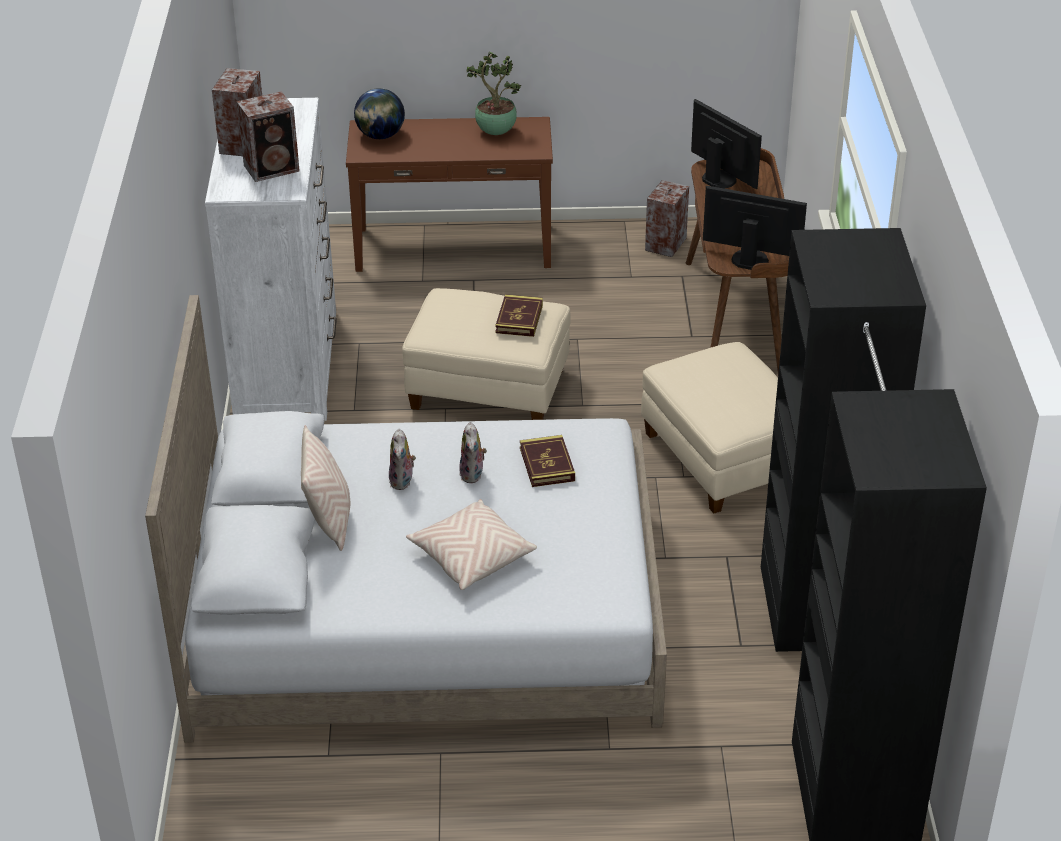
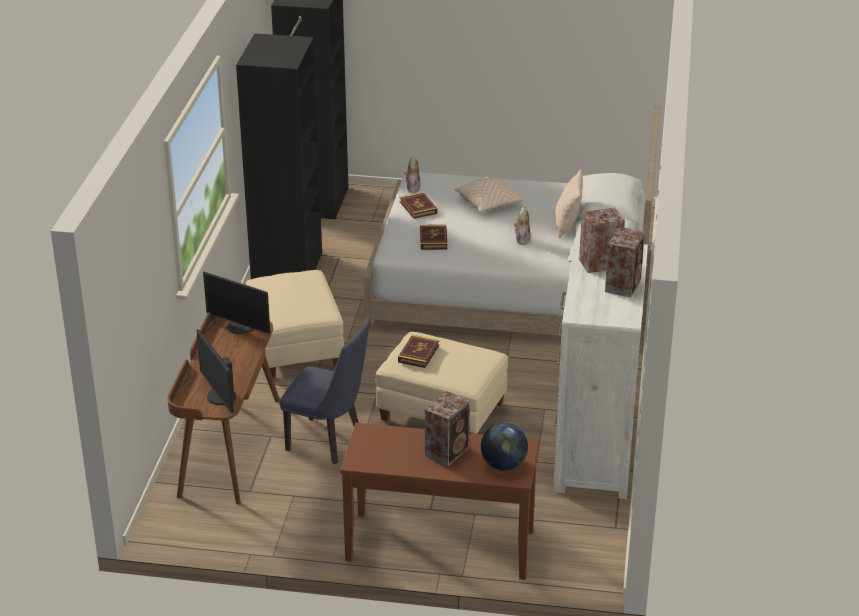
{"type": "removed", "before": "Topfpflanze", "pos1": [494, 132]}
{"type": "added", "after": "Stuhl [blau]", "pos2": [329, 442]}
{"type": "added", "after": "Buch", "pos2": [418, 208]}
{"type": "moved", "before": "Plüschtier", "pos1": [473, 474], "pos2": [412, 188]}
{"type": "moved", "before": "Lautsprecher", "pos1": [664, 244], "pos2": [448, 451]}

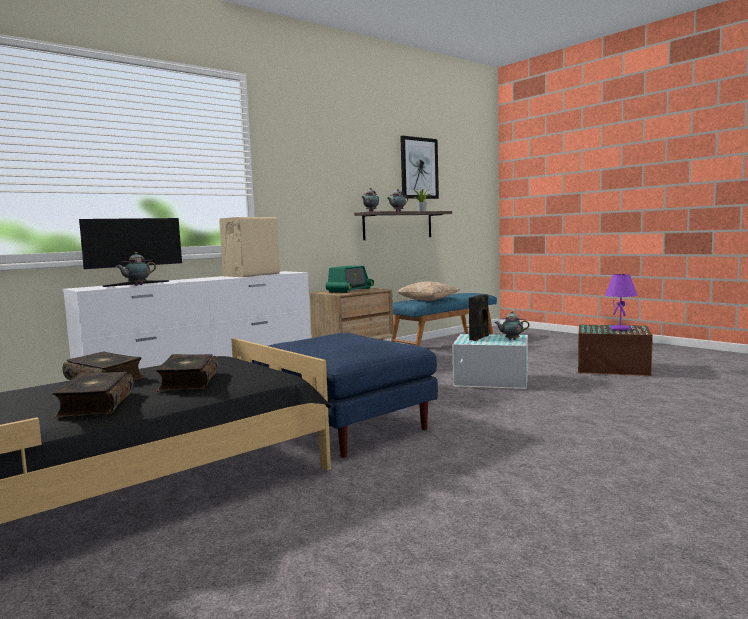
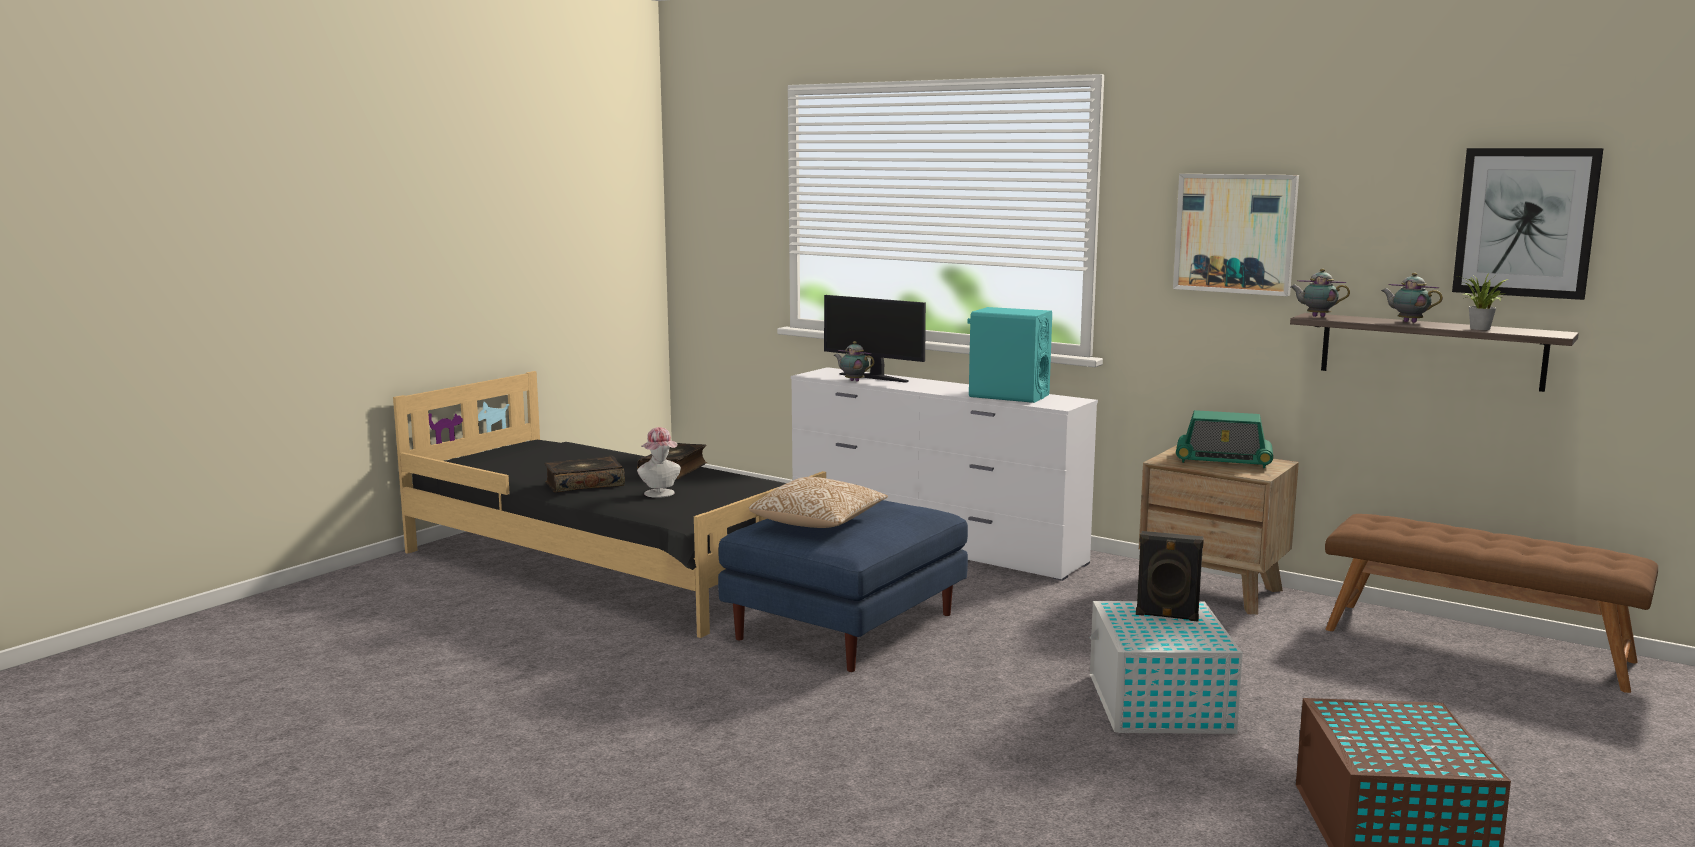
{"type": "removed", "before": "Teekanne", "pos1": [511, 339]}
{"type": "removed", "before": "Tischlampe [lila]", "pos1": [620, 329]}
{"type": "added", "after": "Bild", "pos2": [1235, 233]}
{"type": "moved", "before": "Kissen", "pos1": [428, 300], "pos2": [818, 523]}
{"type": "replaced", "before": "Buch", "after": "Hut", "pos1": [187, 382], "pos2": [660, 494]}
{"type": "recoloured", "before": "Lautsprecher [beige]", "after": "Lautsprecher [türkis]", "pos1": [251, 275], "pos2": [1008, 396]}
{"type": "recoloured", "before": "Bank [blau]", "after": "Bank [braun]", "pos1": [443, 342], "pos2": [1476, 644]}

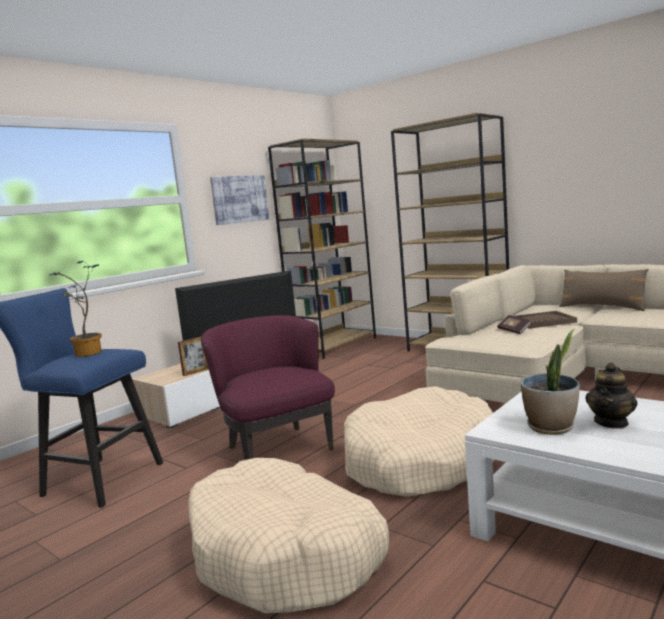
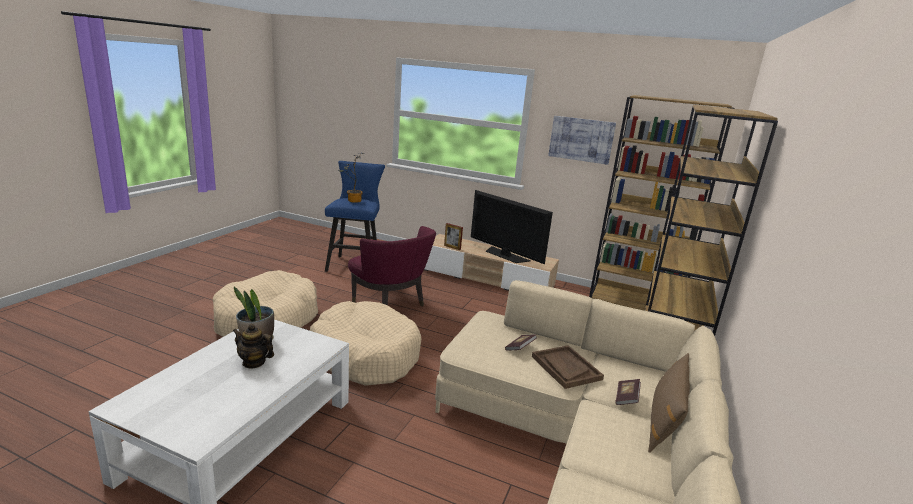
{"type": "added", "after": "Buch", "pos2": [626, 398]}
{"type": "turned", "before": "Sessel [lila]", "pos1": [276, 448], "pos2": [391, 304], "turn": 90}

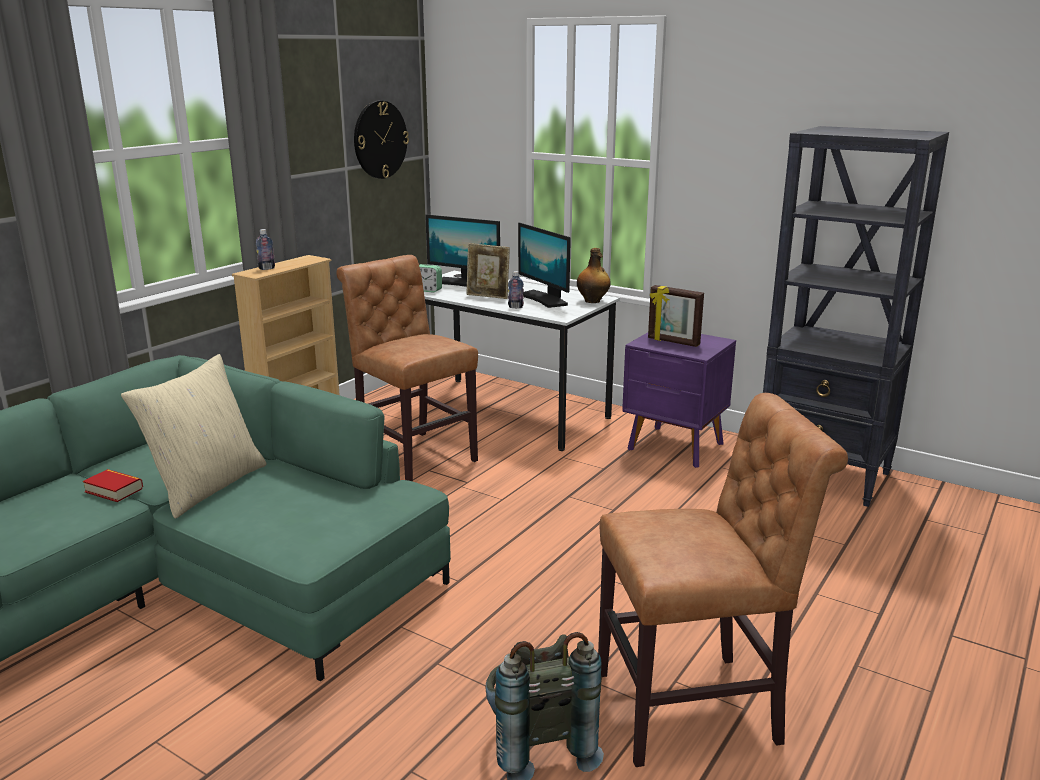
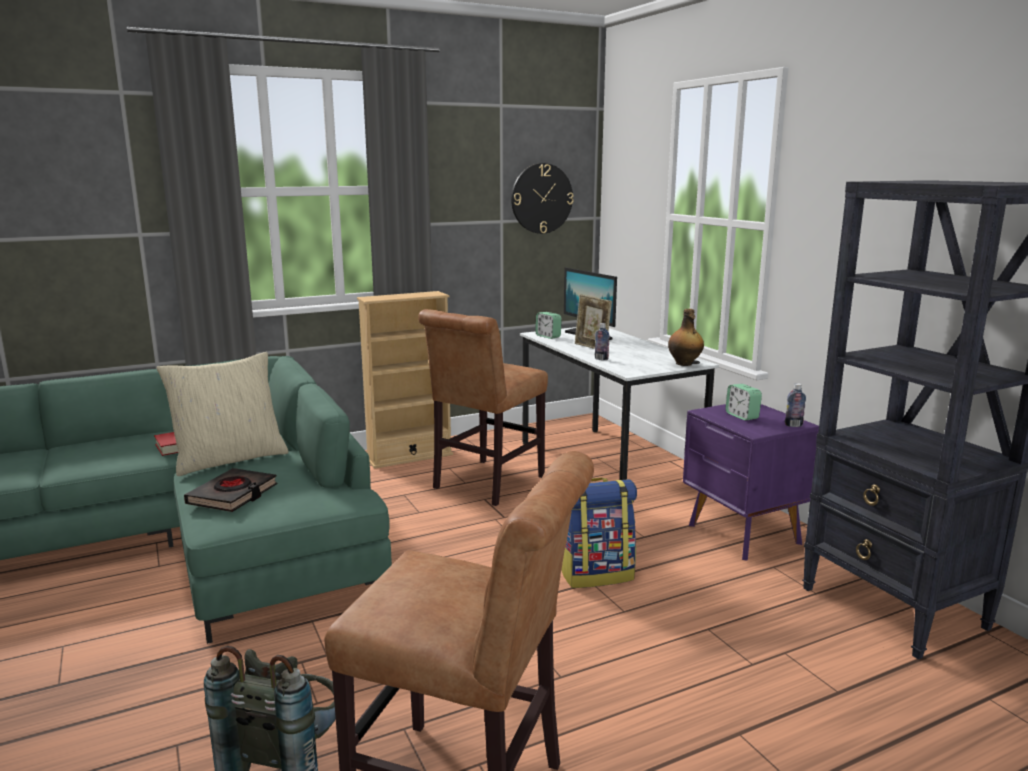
{"type": "removed", "before": "Monitor", "pos1": [544, 299]}
{"type": "added", "after": "Buch [schwarz]", "pos2": [233, 495]}
{"type": "added", "after": "Rucksack", "pos2": [597, 574]}
{"type": "moved", "before": "Flasche", "pos1": [266, 268], "pos2": [793, 425]}
{"type": "replaced", "before": "Bilderrahmen", "after": "Wecker", "pos1": [673, 342], "pos2": [742, 416]}
{"type": "turned", "before": "Stuhl [braun]", "pos1": [413, 456], "pos2": [485, 484], "turn": -135}

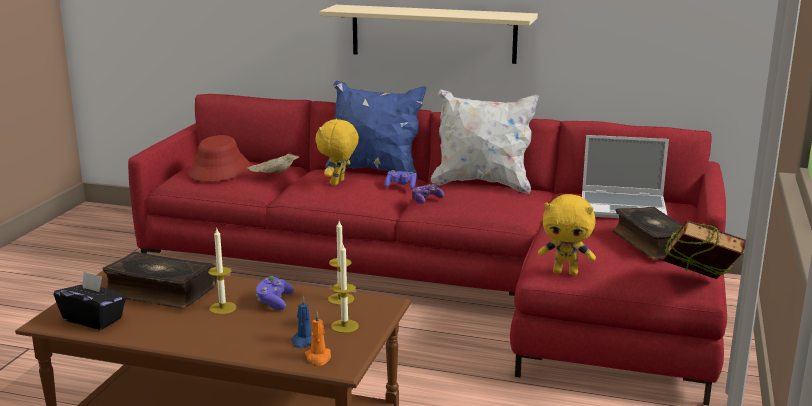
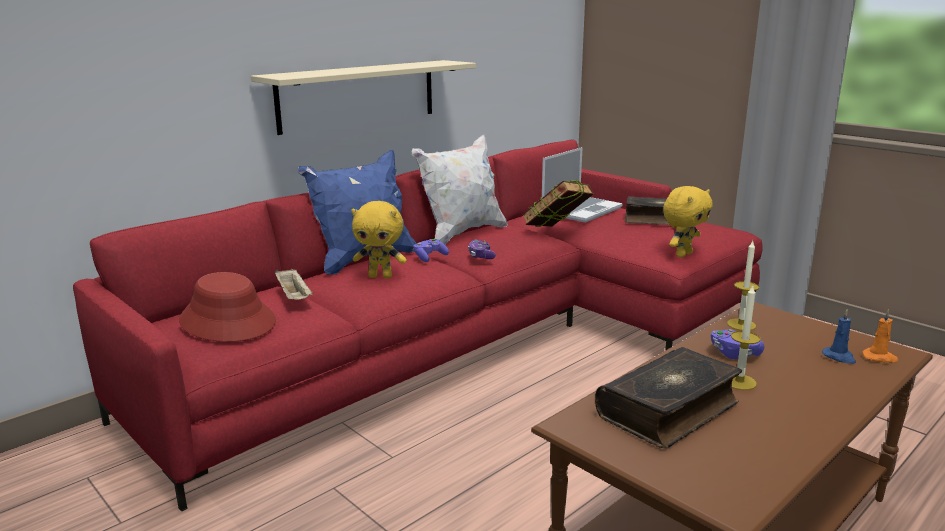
{"type": "removed", "before": "Taschentuchbox [schwarz]", "pos1": [93, 319]}
{"type": "removed", "before": "Kerze", "pos1": [344, 326]}
{"type": "moved", "before": "Buch", "pos1": [698, 286], "pos2": [556, 233]}
{"type": "turned", "before": "Plüschtier [gelb]", "pos1": [338, 183], "pos2": [381, 276], "turn": -45}

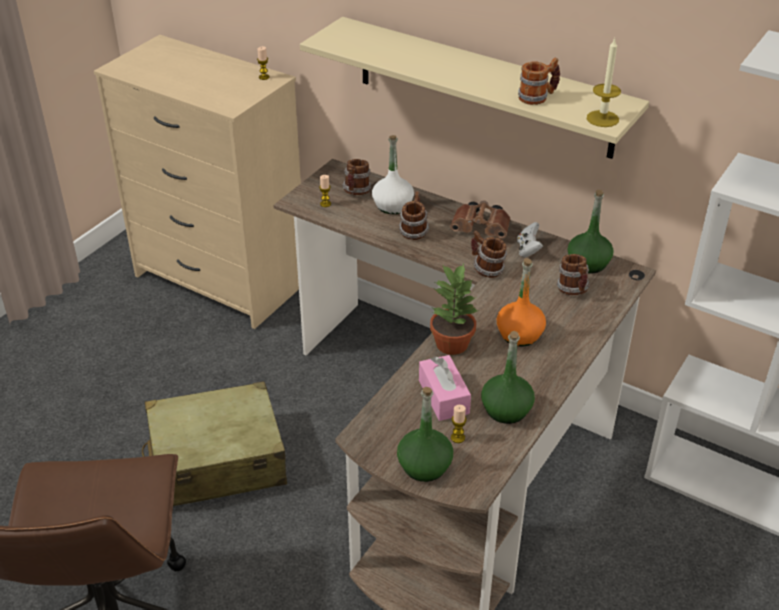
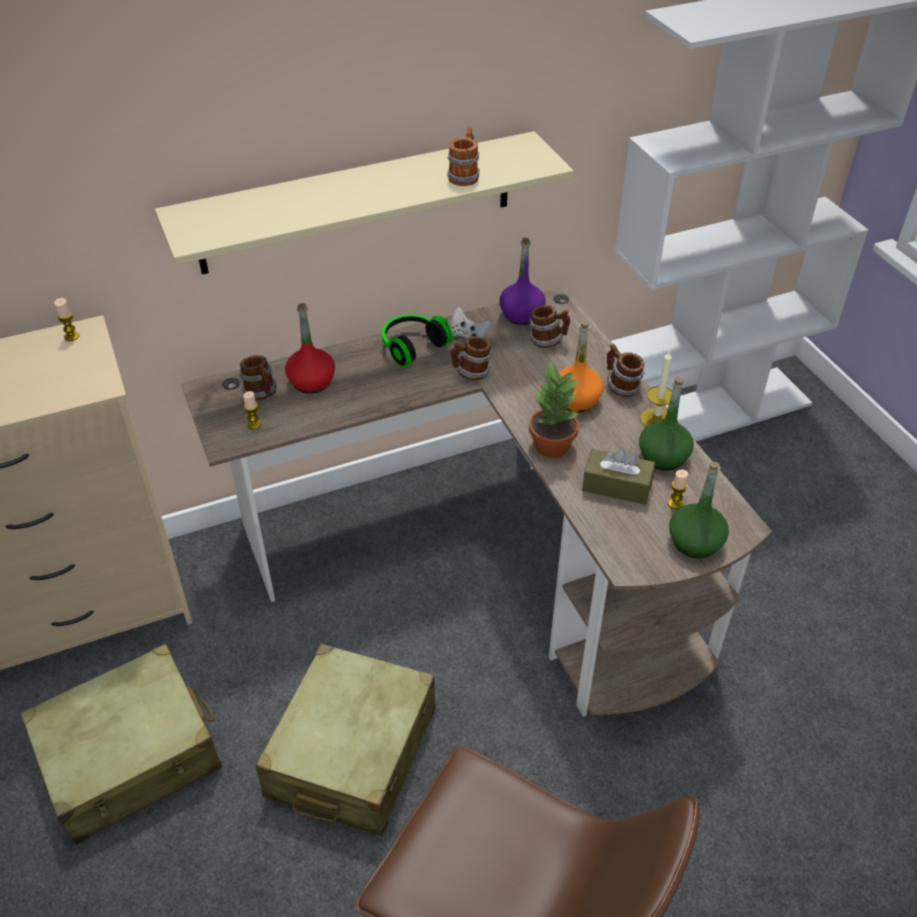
{"type": "added", "after": "Koffer [beige]", "pos2": [131, 756]}
{"type": "moved", "before": "Henkelbecher", "pos1": [413, 231], "pos2": [621, 387]}
{"type": "moved", "before": "Kerze", "pos1": [602, 119], "pos2": [656, 419]}
{"type": "replaced", "before": "Fernglas [braun]", "after": "Kopfhörer", "pos1": [482, 229], "pos2": [412, 347]}
{"type": "recoloured", "before": "Flasche [weiß]", "after": "Flasche [rot]", "pos1": [392, 205], "pos2": [311, 382]}
{"type": "recoloured", "before": "Taschentuchbox [rosa]", "after": "Taschentuchbox [braun]", "pos1": [443, 397], "pos2": [617, 486]}
{"type": "recoloured", "before": "Flasche [grün]", "after": "Flasche [lila]", "pos1": [588, 263], "pos2": [521, 314]}

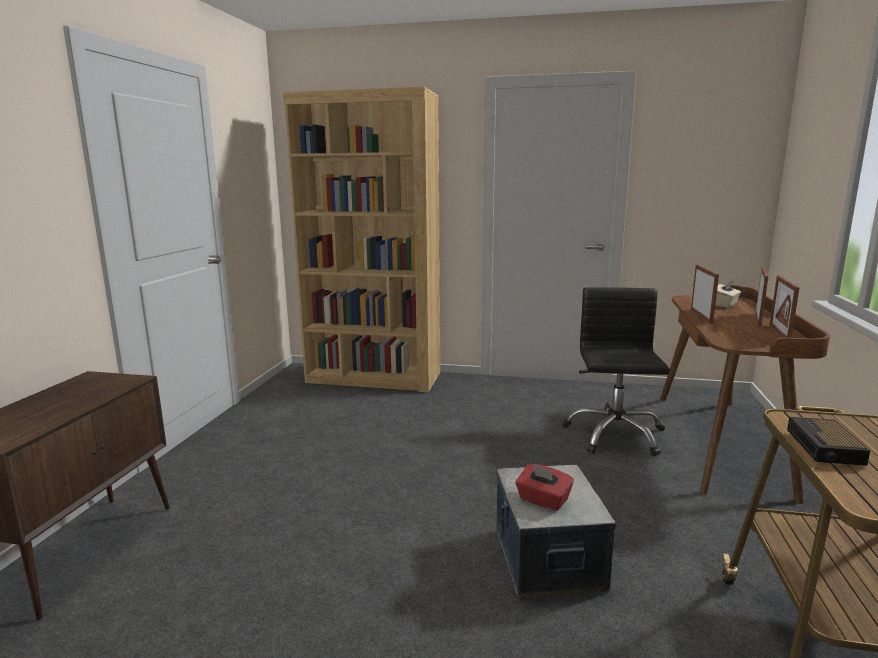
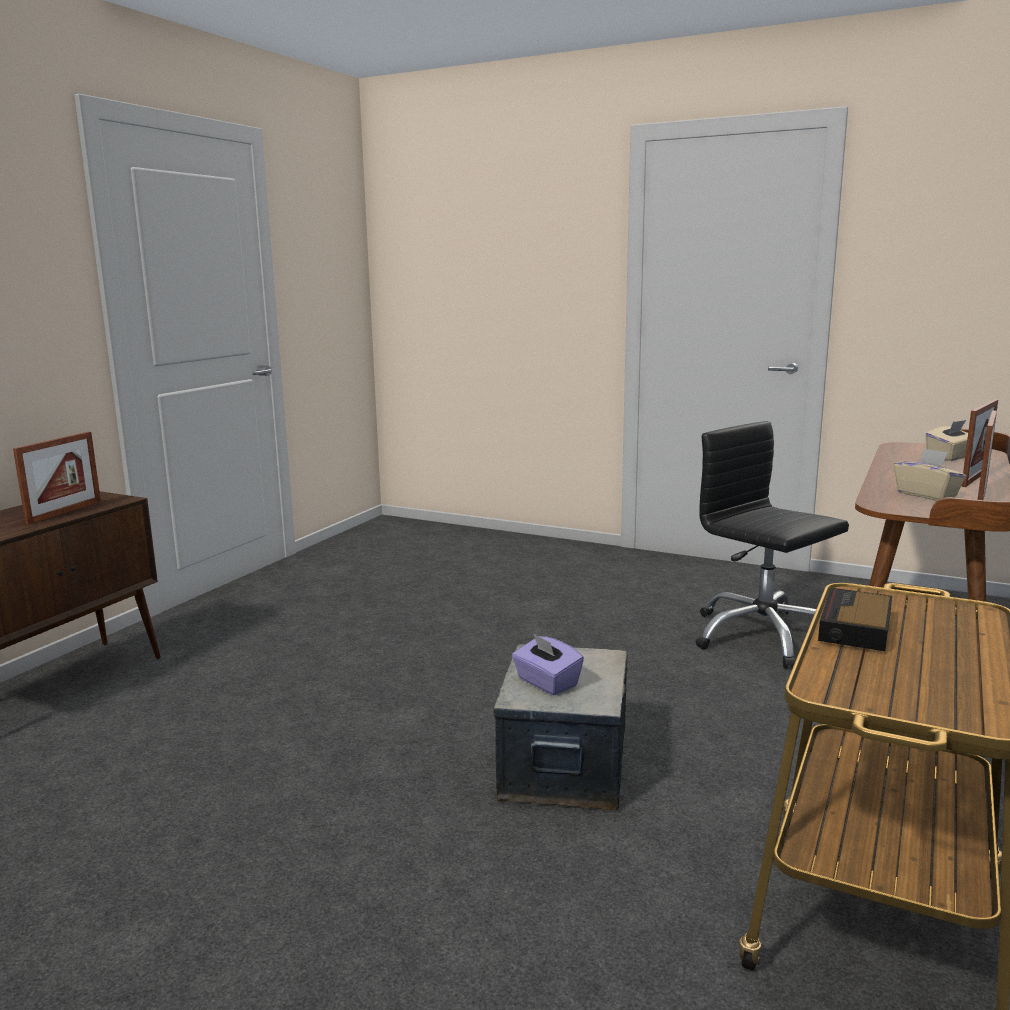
{"type": "removed", "before": "Bücherregal [braun]", "pos1": [374, 378]}
{"type": "added", "after": "Taschentuchbox [beige]", "pos2": [927, 495]}
{"type": "moved", "before": "Bilderrahmen", "pos1": [701, 316], "pos2": [64, 512]}
{"type": "recoloured", "before": "Taschentuchbox [rot]", "after": "Taschentuchbox [lila]", "pos1": [543, 500], "pos2": [546, 683]}
{"type": "turned", "before": "Bürostuhl [schwarz]", "pos1": [614, 434], "pos2": [762, 636], "turn": -60}

